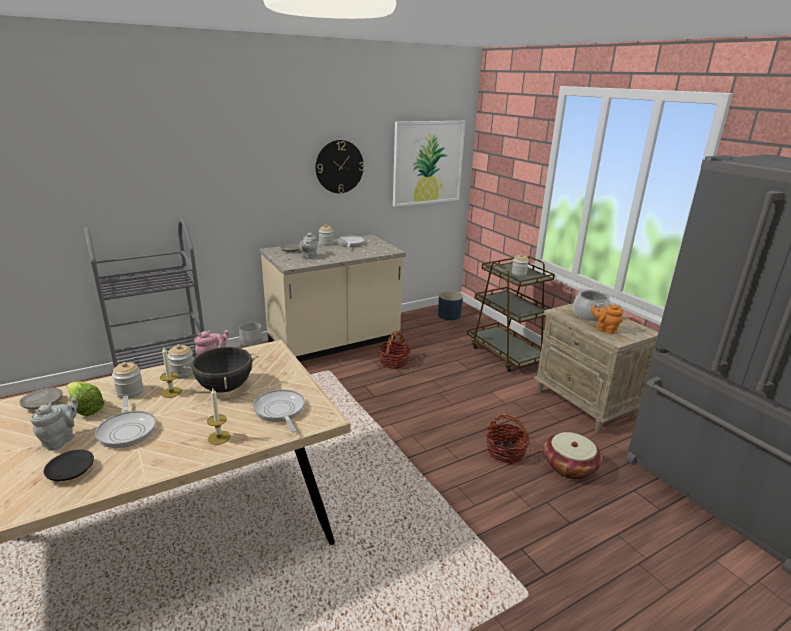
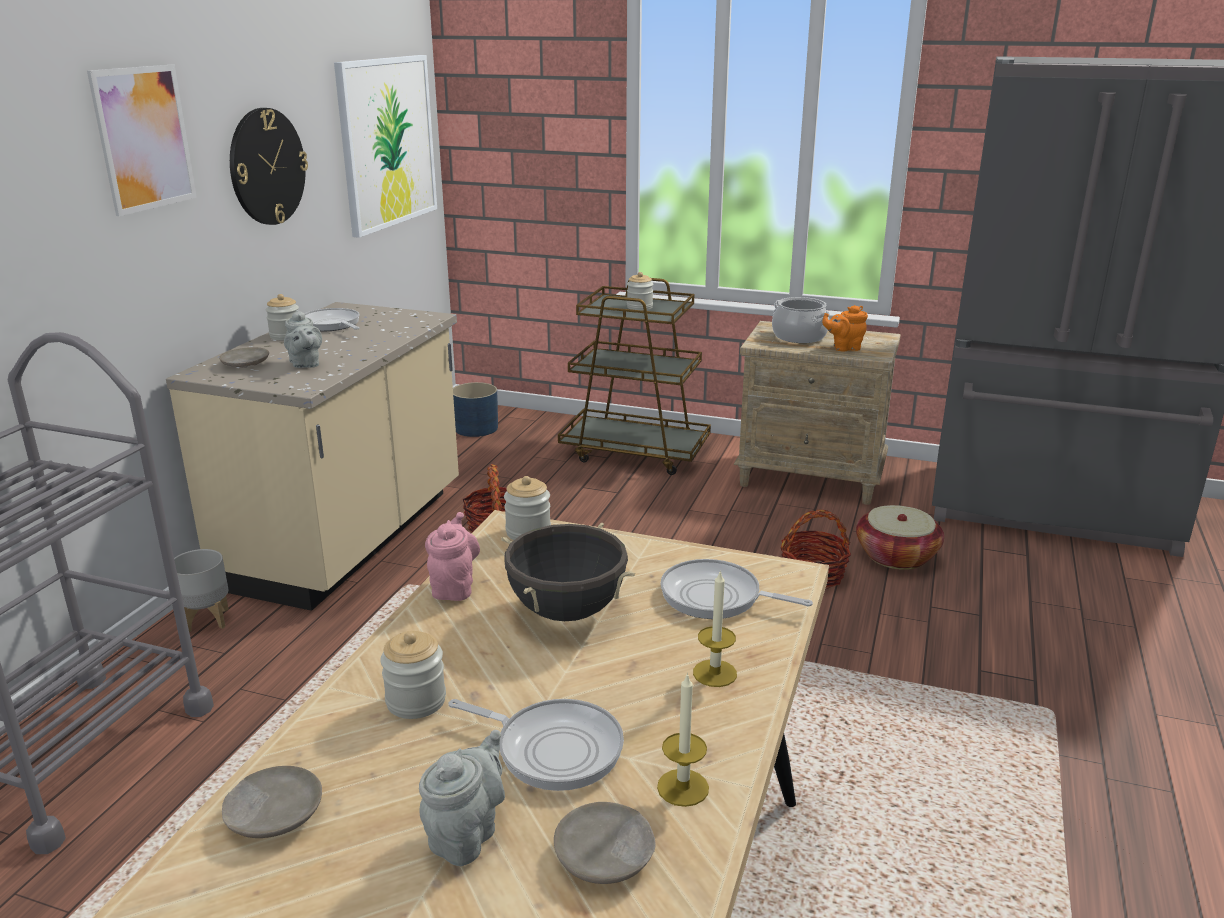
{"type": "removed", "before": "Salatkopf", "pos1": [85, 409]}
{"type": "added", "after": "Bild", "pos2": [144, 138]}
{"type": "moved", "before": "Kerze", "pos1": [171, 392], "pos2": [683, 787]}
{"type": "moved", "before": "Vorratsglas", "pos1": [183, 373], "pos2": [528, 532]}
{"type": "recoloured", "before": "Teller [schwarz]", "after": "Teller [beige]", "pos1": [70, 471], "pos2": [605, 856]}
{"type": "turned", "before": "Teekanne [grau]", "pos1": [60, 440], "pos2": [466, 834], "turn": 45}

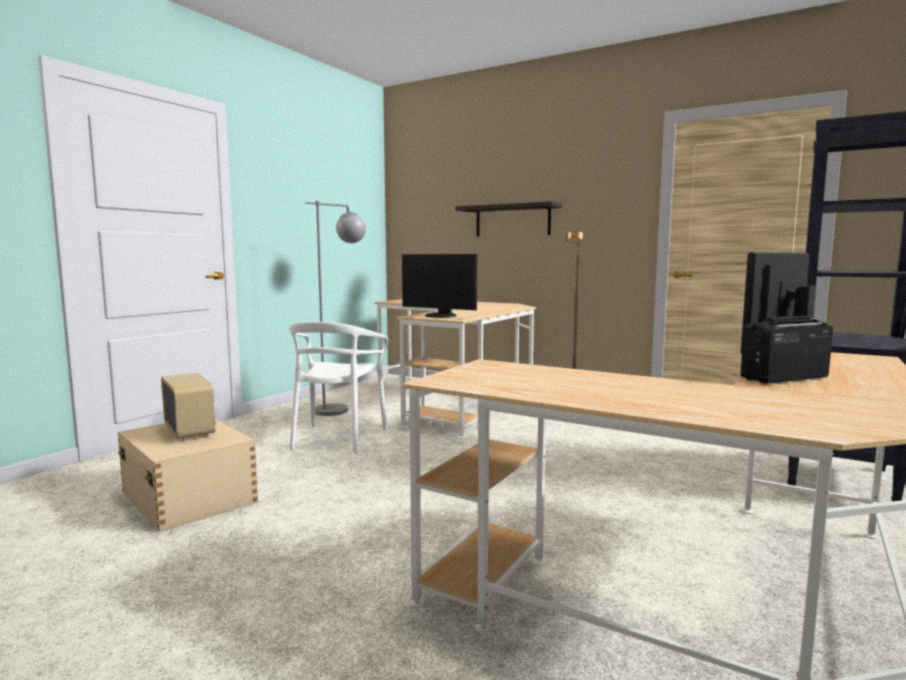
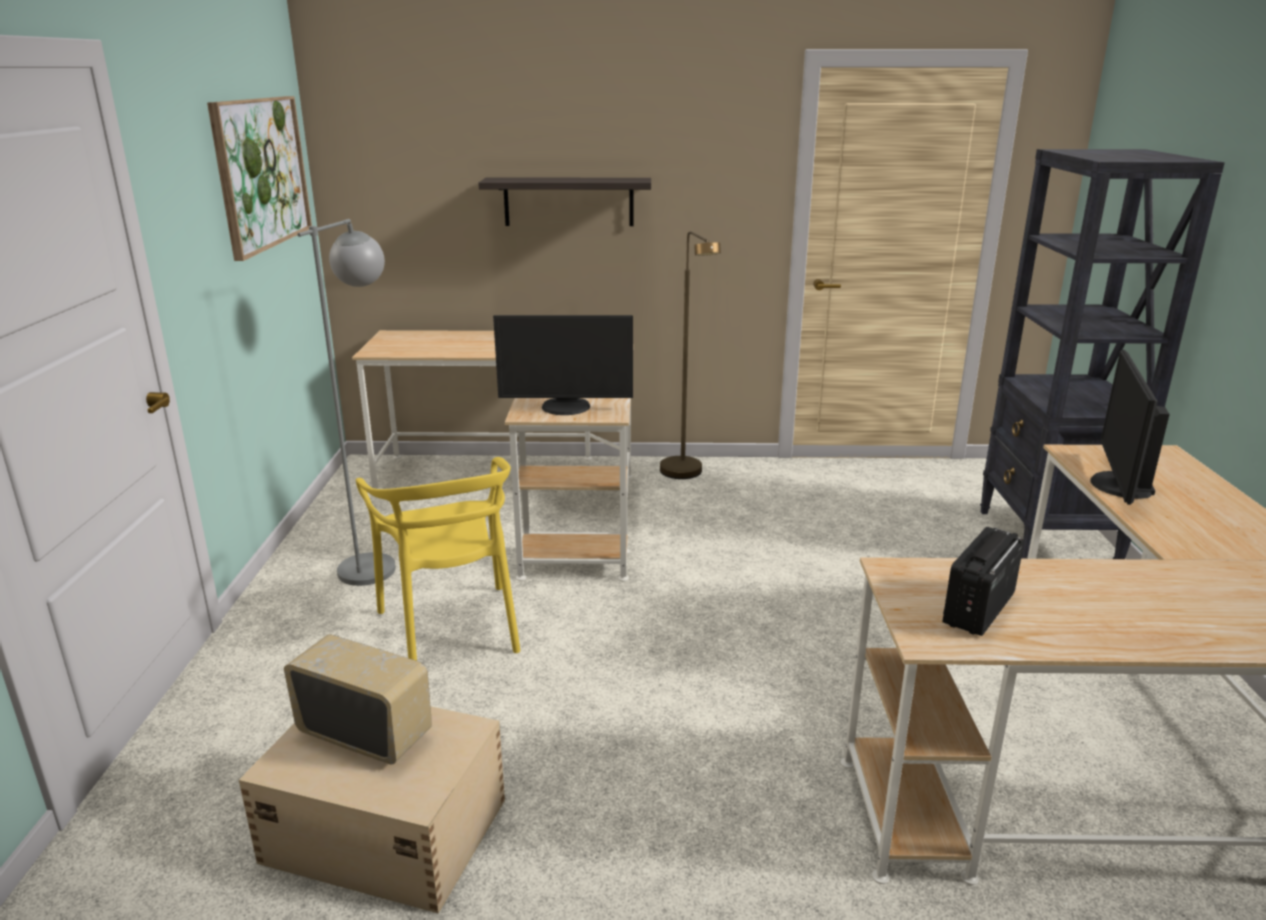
{"type": "added", "after": "Bild", "pos2": [261, 173]}
{"type": "moved", "before": "Radio", "pos1": [783, 378], "pos2": [978, 609]}
{"type": "recoloured", "before": "Stuhl [weiß]", "after": "Stuhl [gelb]", "pos1": [337, 437], "pos2": [452, 628]}

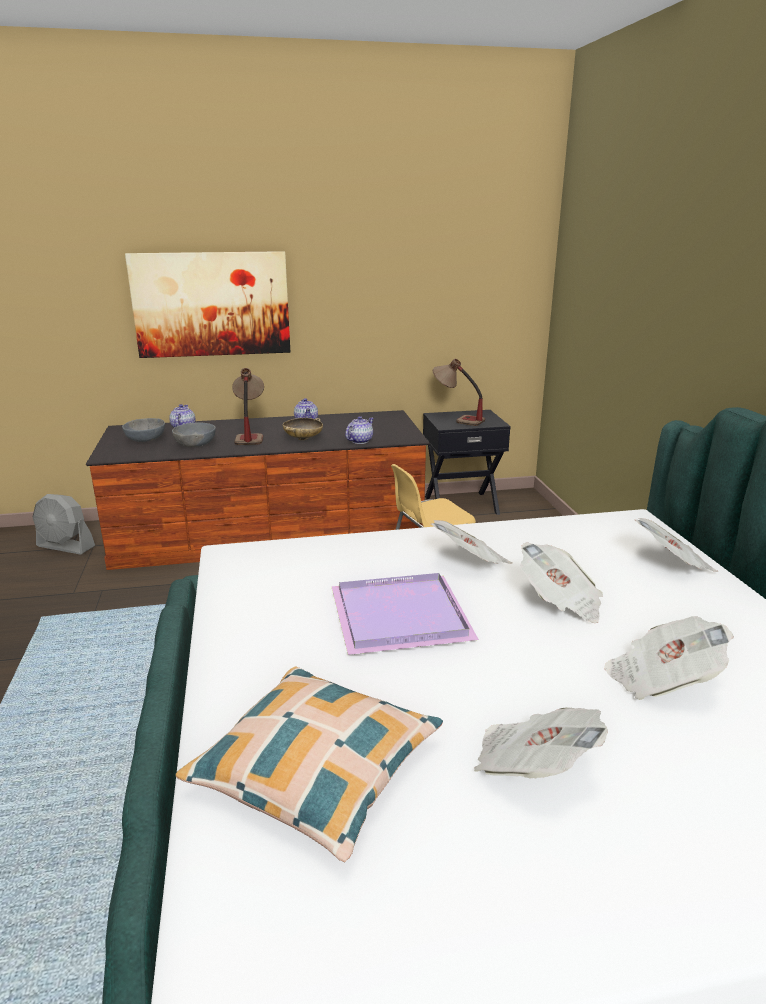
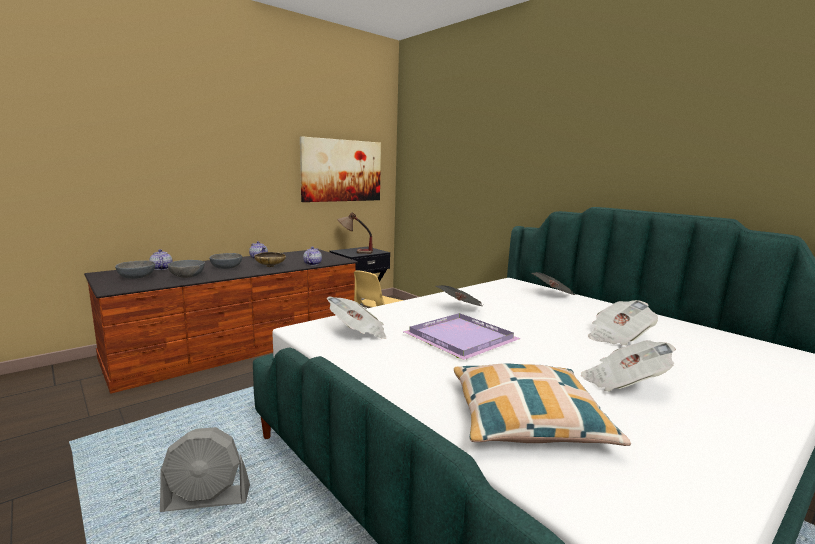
{"type": "moved", "before": "Ventilator [grau]", "pos1": [66, 546], "pos2": [207, 499]}
{"type": "moved", "before": "Bild", "pos1": [211, 304], "pos2": [342, 170]}
{"type": "moved", "before": "Zeitung", "pos1": [560, 602], "pos2": [358, 333]}
{"type": "replaced", "before": "Tischlampe", "after": "Schüssel [grau]", "pos1": [250, 435], "pos2": [226, 268]}

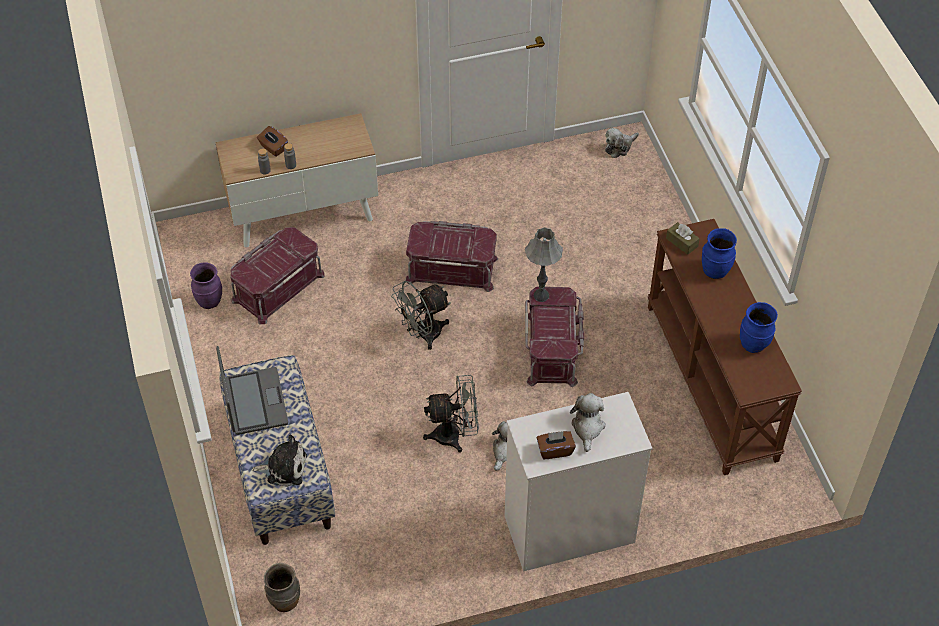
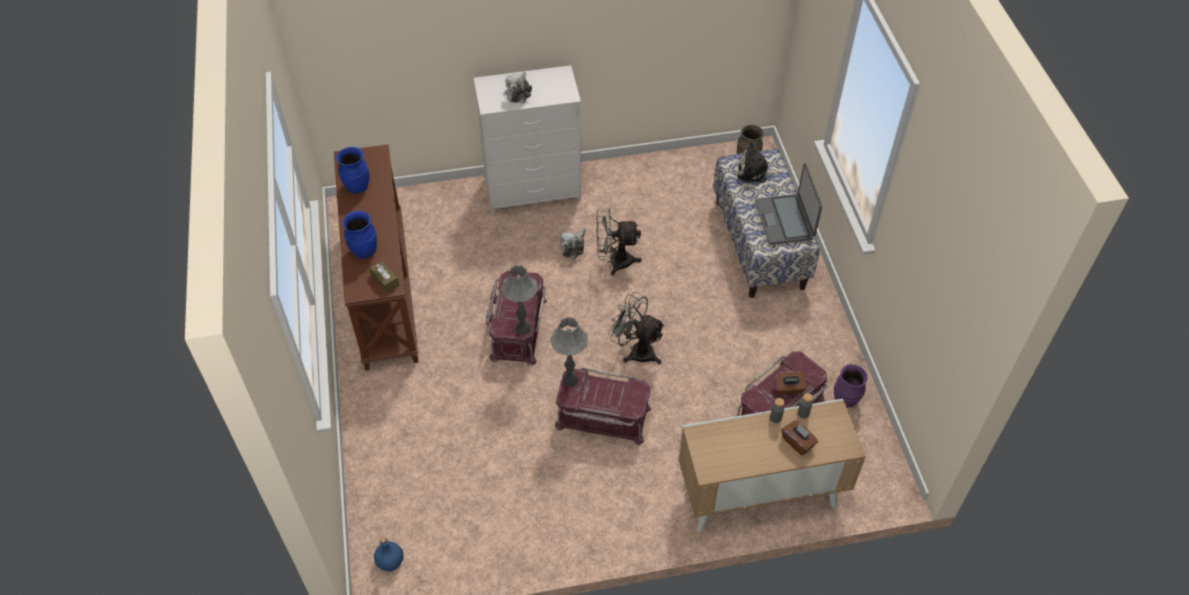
{"type": "added", "after": "Tischlampe [grau]", "pos2": [570, 380]}
{"type": "moved", "before": "Taschentuchbox [braun]", "pos1": [555, 450], "pos2": [789, 388]}
{"type": "replaced", "before": "Plüschtier", "after": "Flasche [blau]", "pos1": [619, 147], "pos2": [390, 562]}
{"type": "turned", "before": "Ventilator [grau]", "pos1": [423, 334], "pos2": [636, 350], "turn": -120}

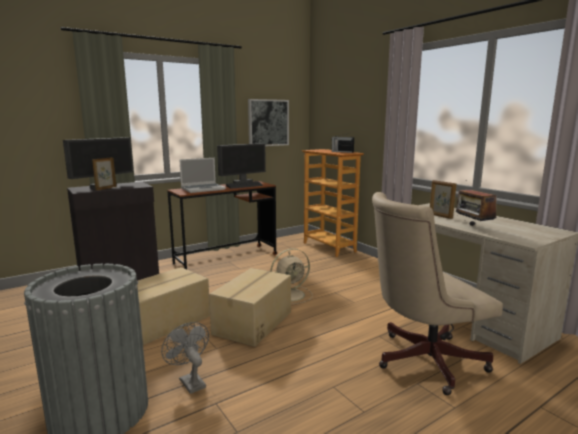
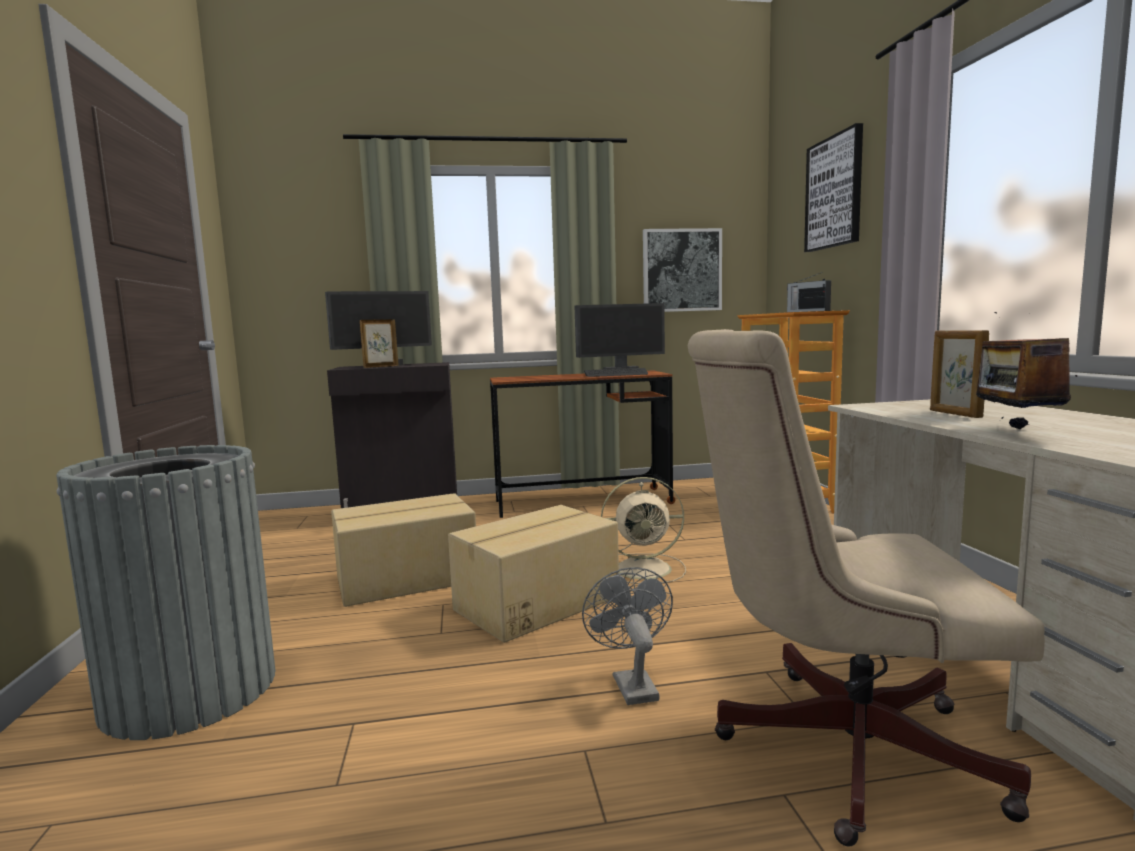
{"type": "removed", "before": "Laptop", "pos1": [203, 189]}
{"type": "added", "after": "Bild", "pos2": [834, 192]}
{"type": "moved", "before": "Ventilator [grau]", "pos1": [190, 381], "pos2": [631, 683]}

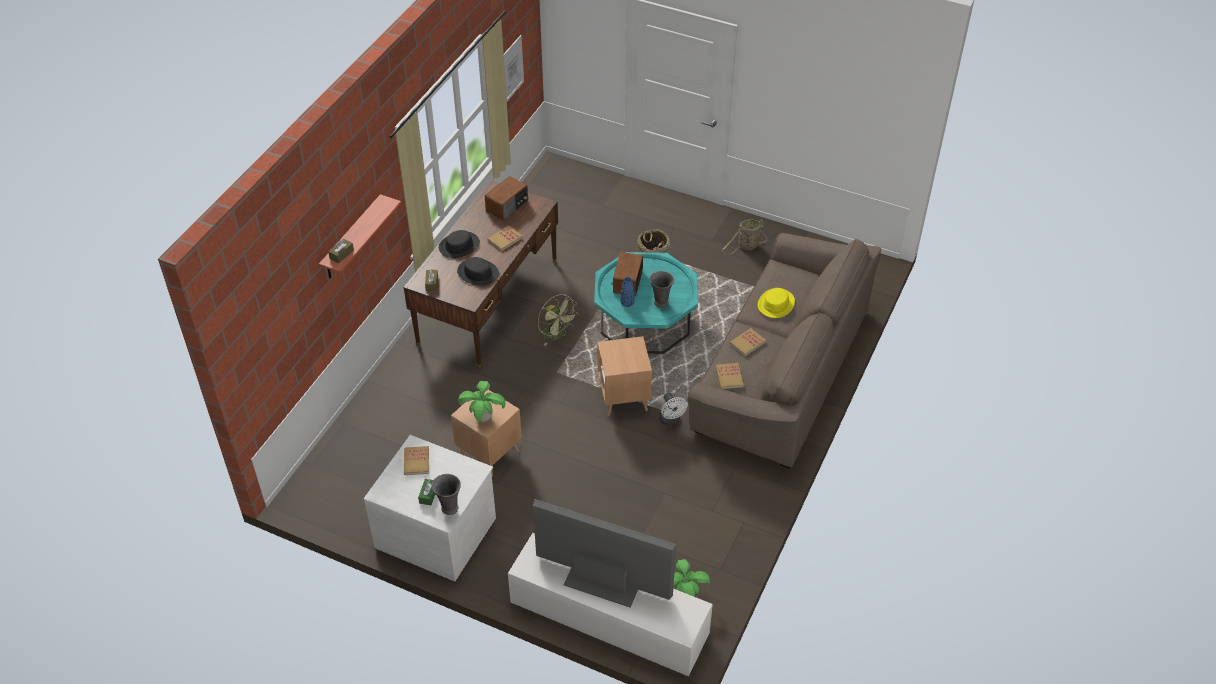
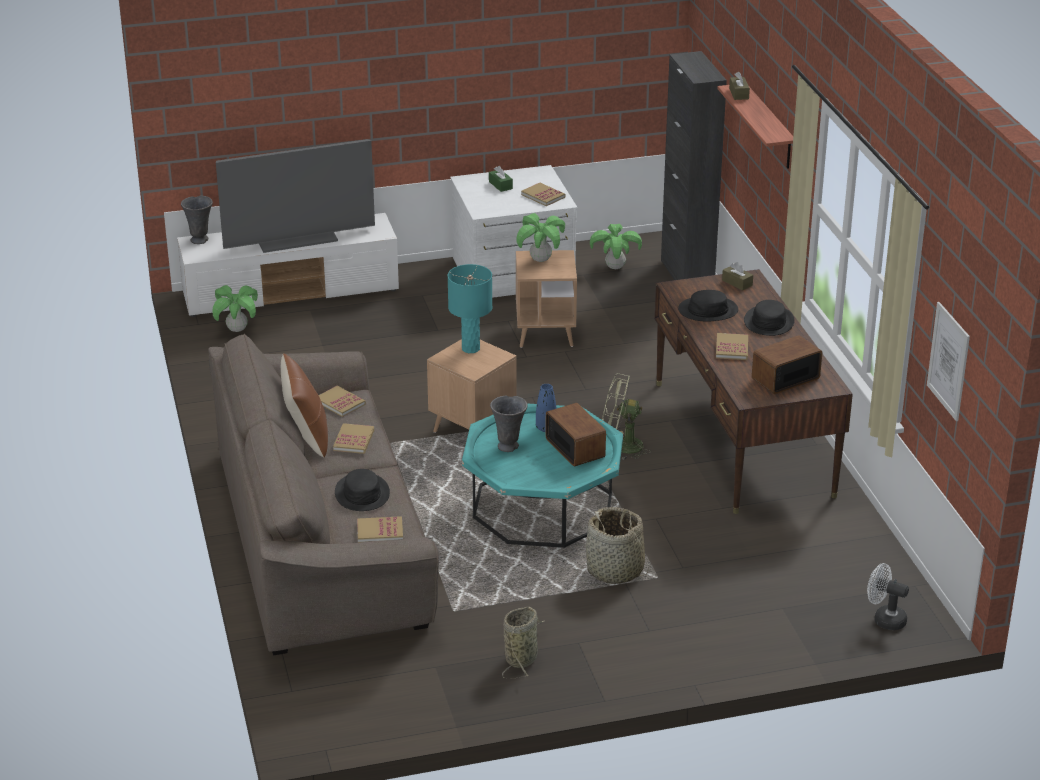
{"type": "added", "after": "Kissen [braun]", "pos2": [307, 436]}
{"type": "added", "after": "Buch", "pos2": [380, 531]}
{"type": "added", "after": "Tischlampe [türkis]", "pos2": [470, 348]}
{"type": "added", "after": "Topfpflanze", "pos2": [615, 267]}
{"type": "added", "after": "Schrank [schwarz]", "pos2": [687, 275]}
{"type": "moved", "before": "Vase [grau]", "pos1": [449, 508], "pos2": [200, 240]}
{"type": "moved", "before": "Ventilator [weiß]", "pos1": [671, 420], "pos2": [884, 619]}
{"type": "recoloured", "before": "Hut [gelb]", "after": "Hut [schwarz]", "pos1": [776, 304], "pos2": [362, 493]}
{"type": "turned", "before": "Radio", "pos1": [507, 206], "pos2": [784, 378], "turn": 60}

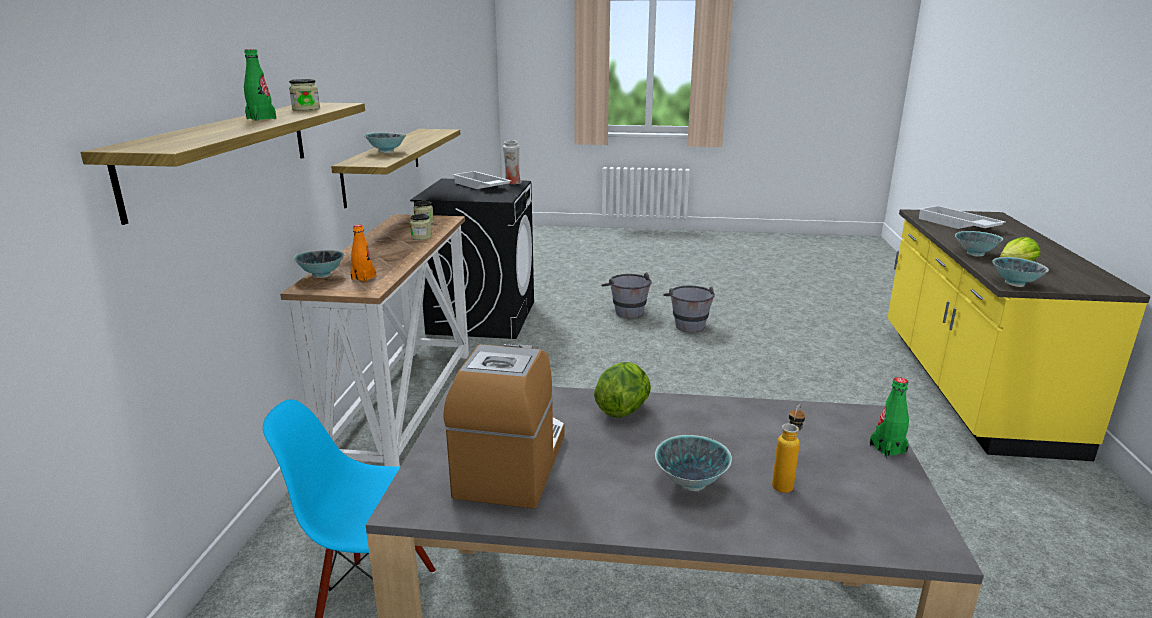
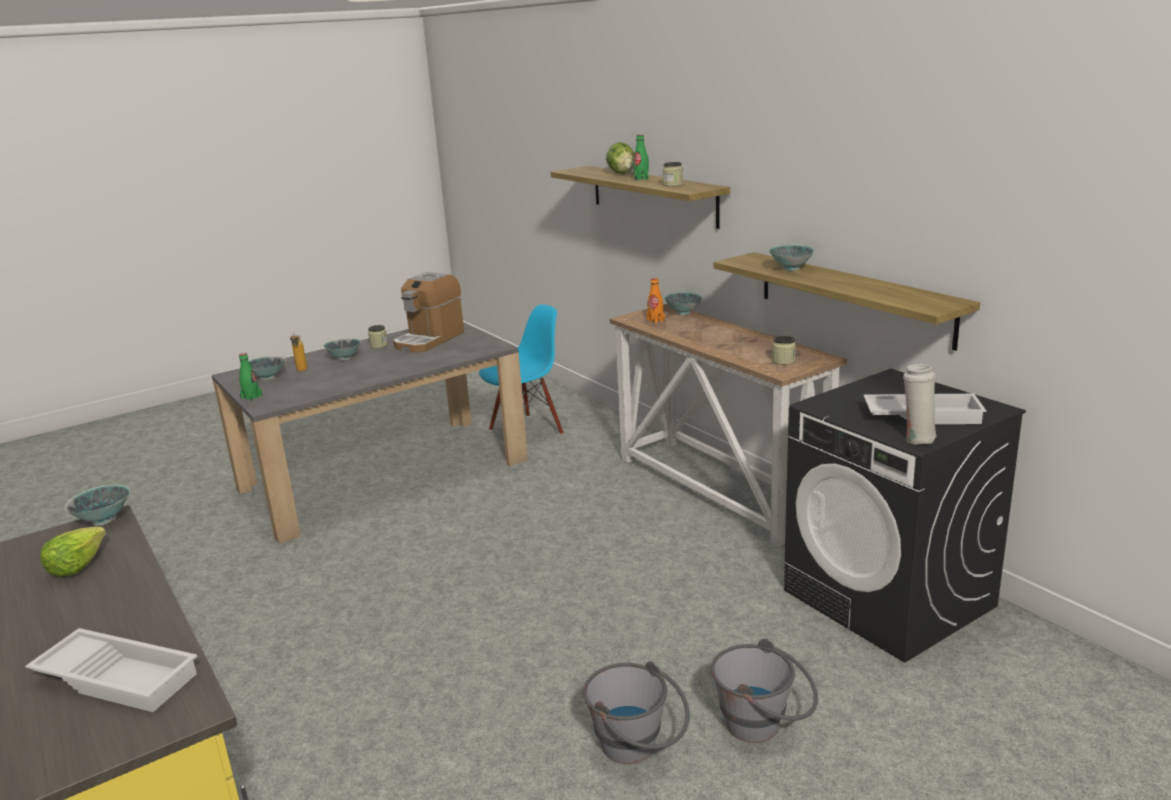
{"type": "moved", "before": "Vorratsglas", "pos1": [421, 237], "pos2": [379, 345]}
{"type": "moved", "before": "Salatkopf", "pos1": [623, 410], "pos2": [622, 174]}
{"type": "moved", "before": "Schüssel", "pos1": [975, 254], "pos2": [268, 378]}
{"type": "turned", "before": "Kaffeemaschine", "pos1": [512, 464], "pos2": [429, 340], "turn": 60}

